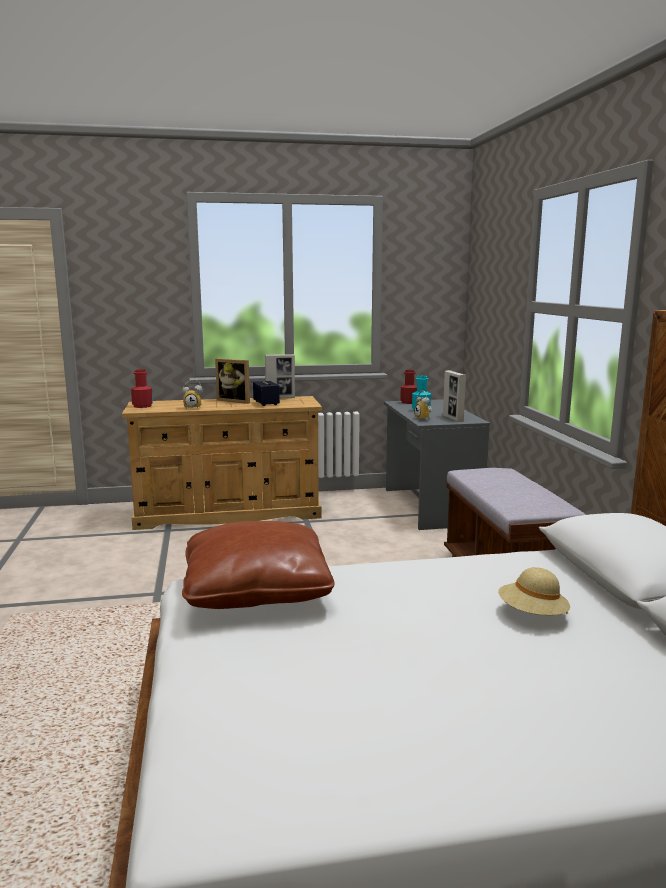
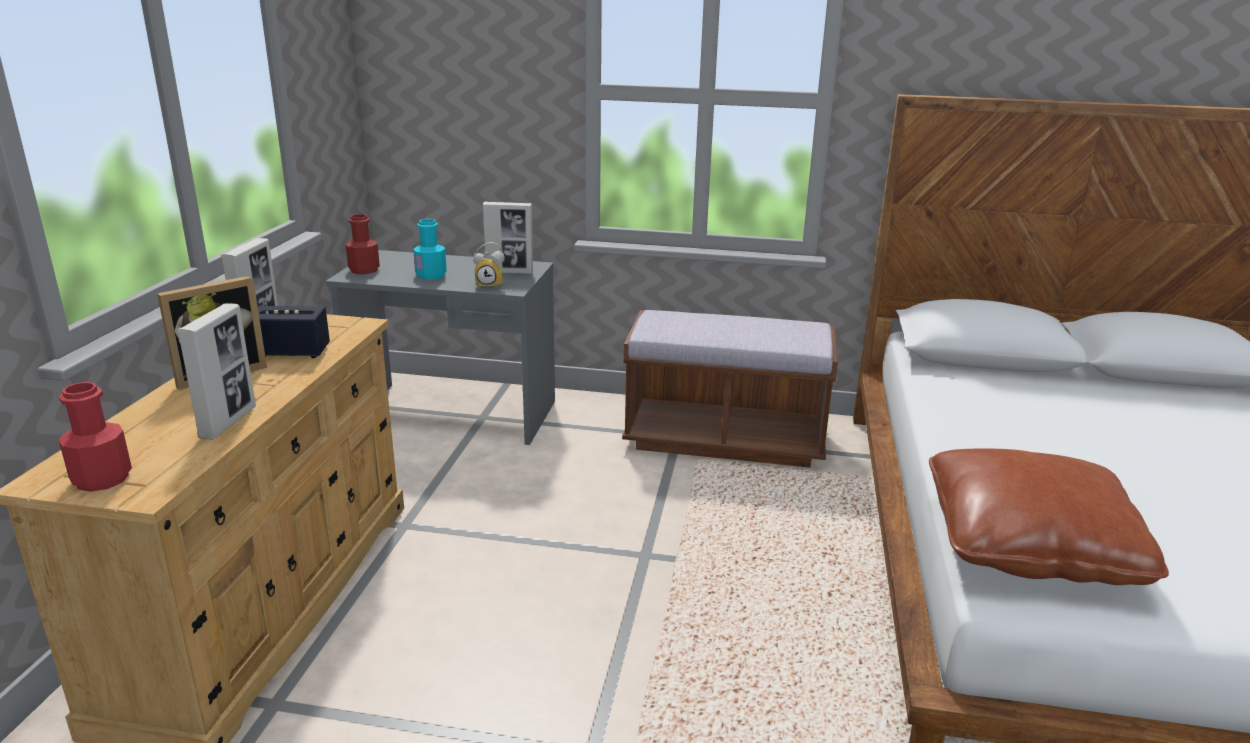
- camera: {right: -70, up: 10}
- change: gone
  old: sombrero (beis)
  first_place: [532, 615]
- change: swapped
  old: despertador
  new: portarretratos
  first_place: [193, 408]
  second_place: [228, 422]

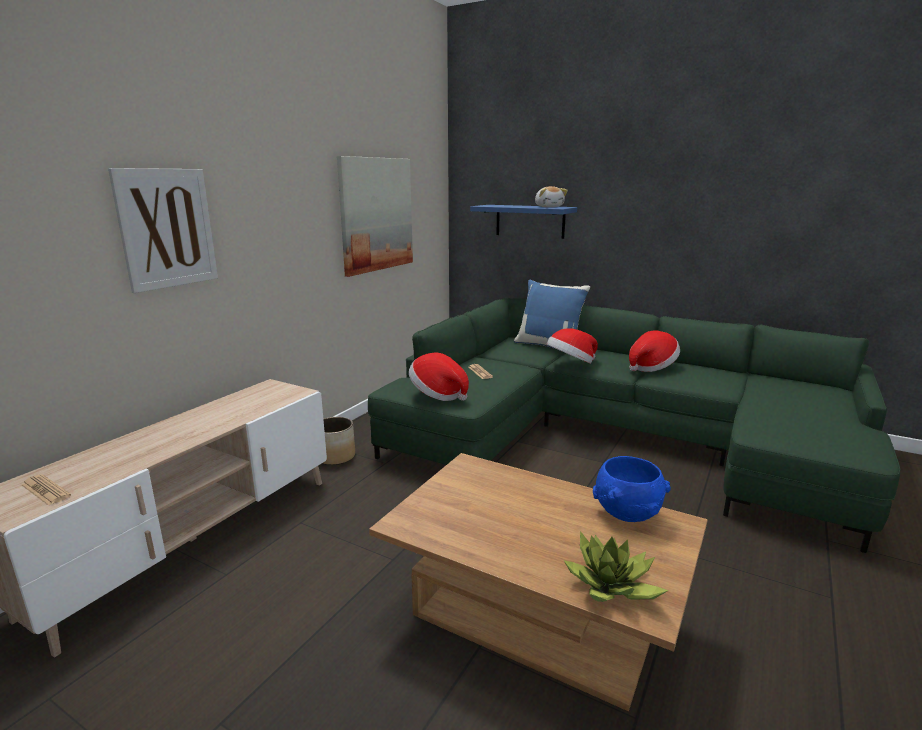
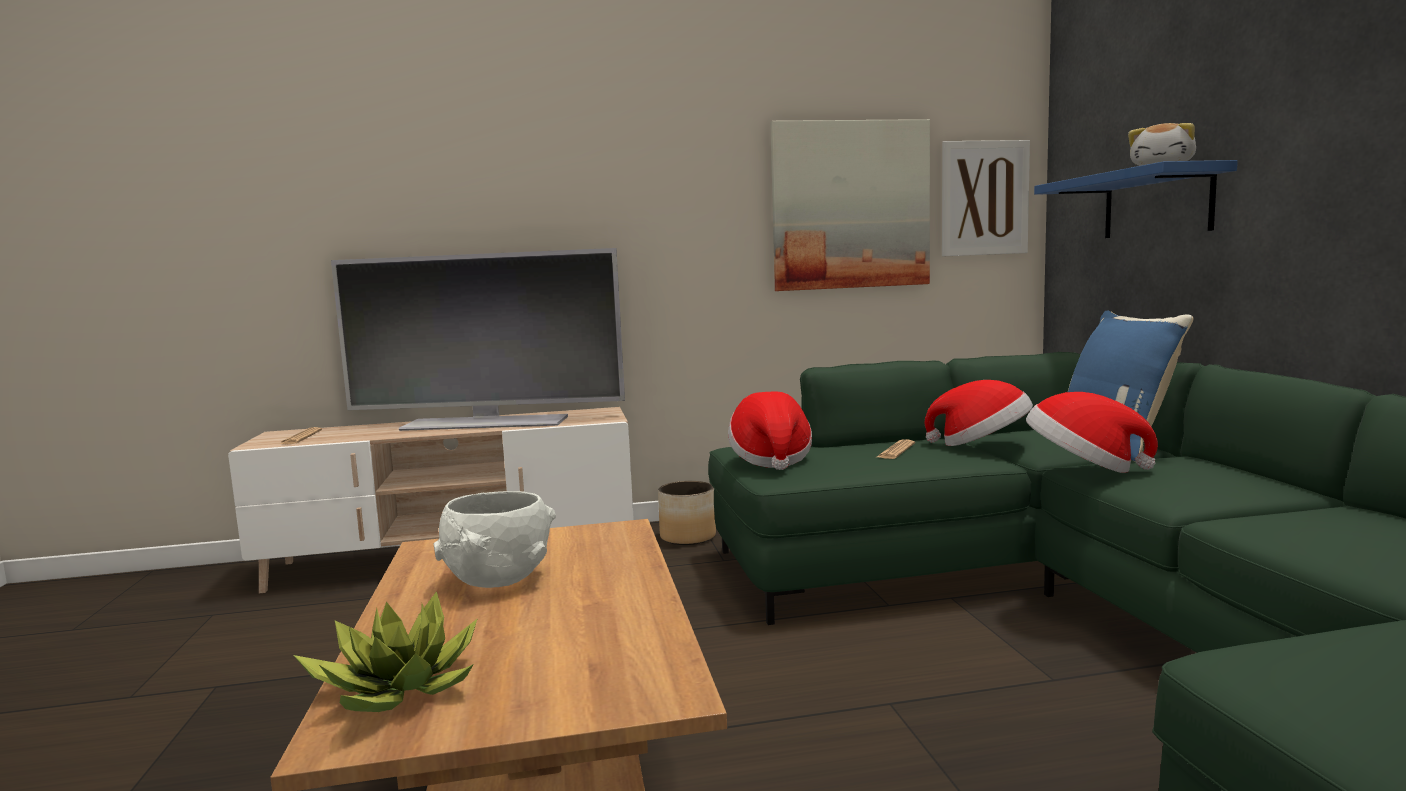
- camera: {right: 50, up: -10}
- change: gone
  old: cuenco (azul)
  first_place: [627, 514]
- change: new
  new: televisor
  second_place: [486, 422]
- change: new
  new: cuenco (blanco)
  second_place: [498, 581]
- change: shifted
  old: cuadro
  first_place: [167, 228]
  second_place: [984, 198]
- change: shifted
  old: sombrero
  first_place: [651, 367]
  second_place: [981, 445]

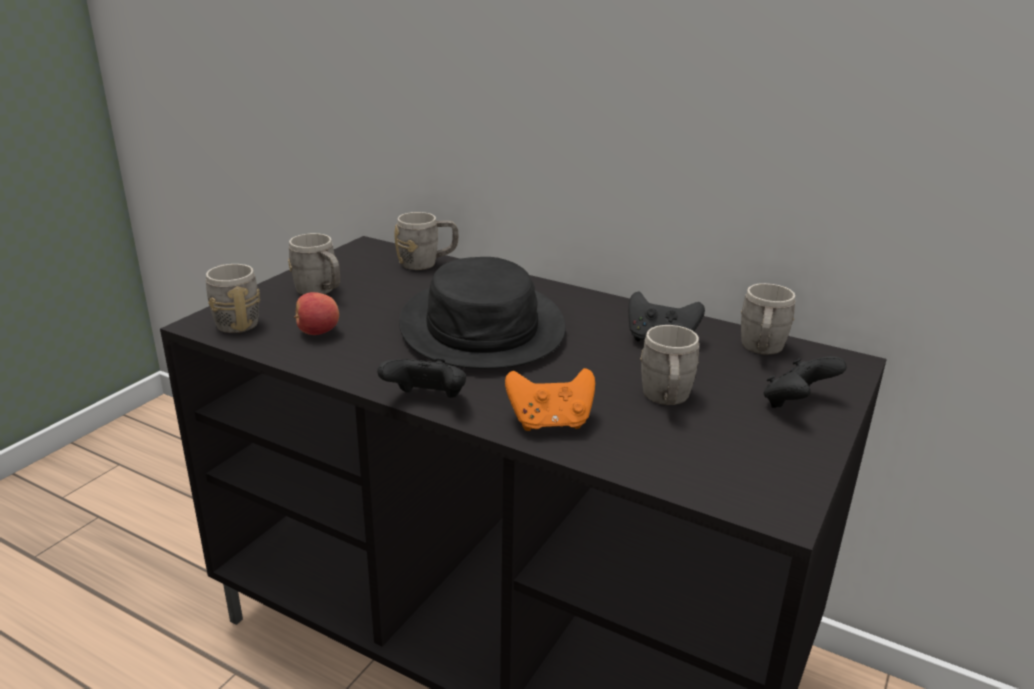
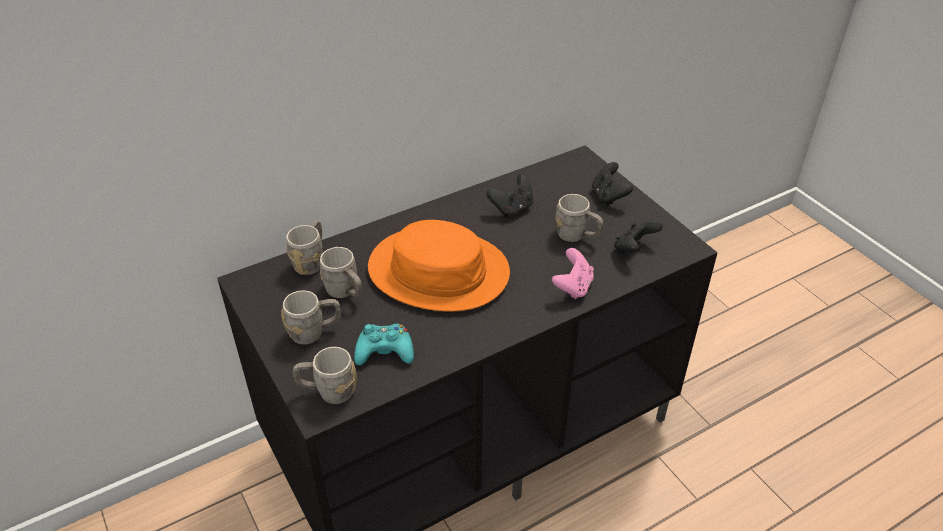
- camera: {right: -60, up: 15}
- change: shifted
  old: mando de consola (negro)
  first_place: [426, 400]
  second_place: [633, 249]
- change: shifted
  old: taza grande (gris)
  first_place: [761, 350]
  second_place: [345, 292]
- change: swapped
  old: manzana
  new: mando de consola (turquesa)
  first_place: [317, 332]
  second_place: [385, 351]
- change: repainted
  old: sombrero (negro)
  new: sombrero (naranja)
  first_place: [482, 327]
  second_place: [439, 270]
- change: repainted
  old: mando de consola (naranja)
  new: mando de consola (rosa)
  first_place: [550, 423]
  second_place: [573, 287]

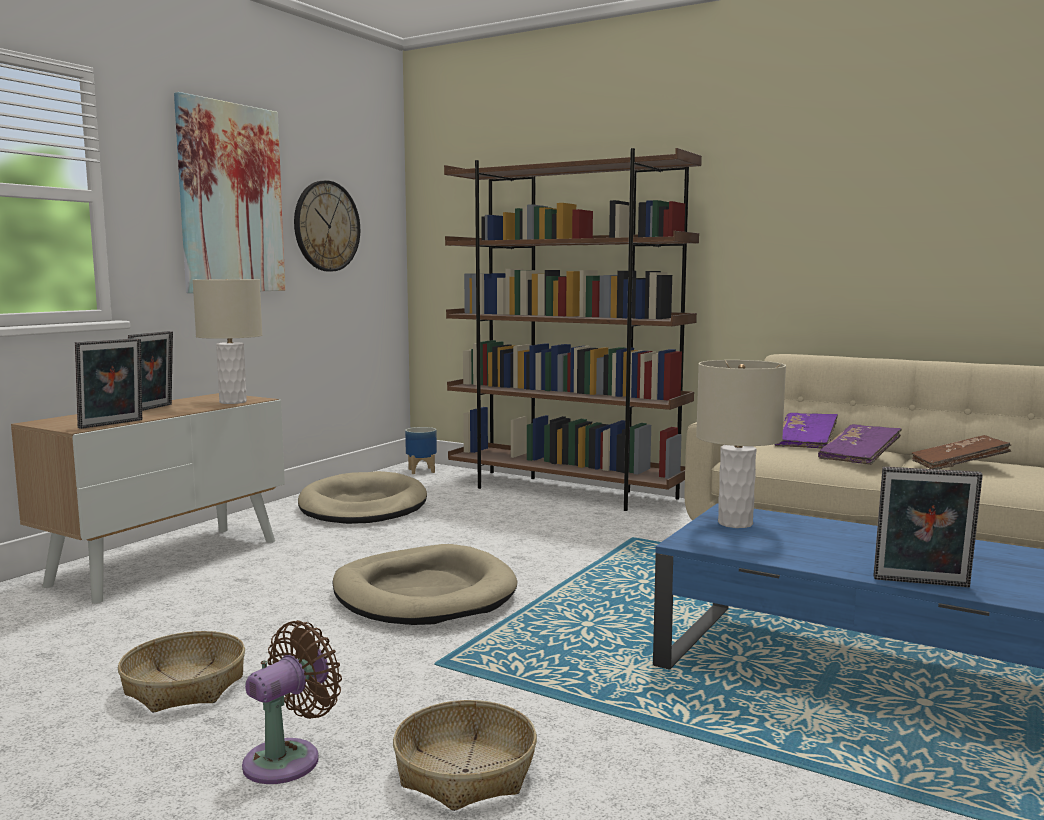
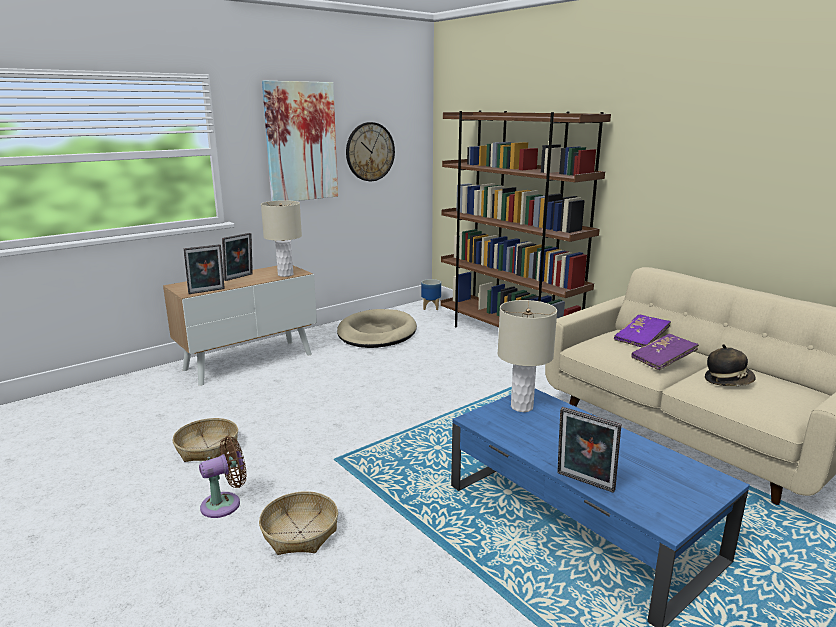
- camera: {right: 20, up: 10}
- change: gone
  old: cama para perro (beis)
  first_place: [424, 593]
- change: swapped
  old: libro (marrón)
  new: sombrero
  first_place: [958, 467]
  second_place: [728, 381]

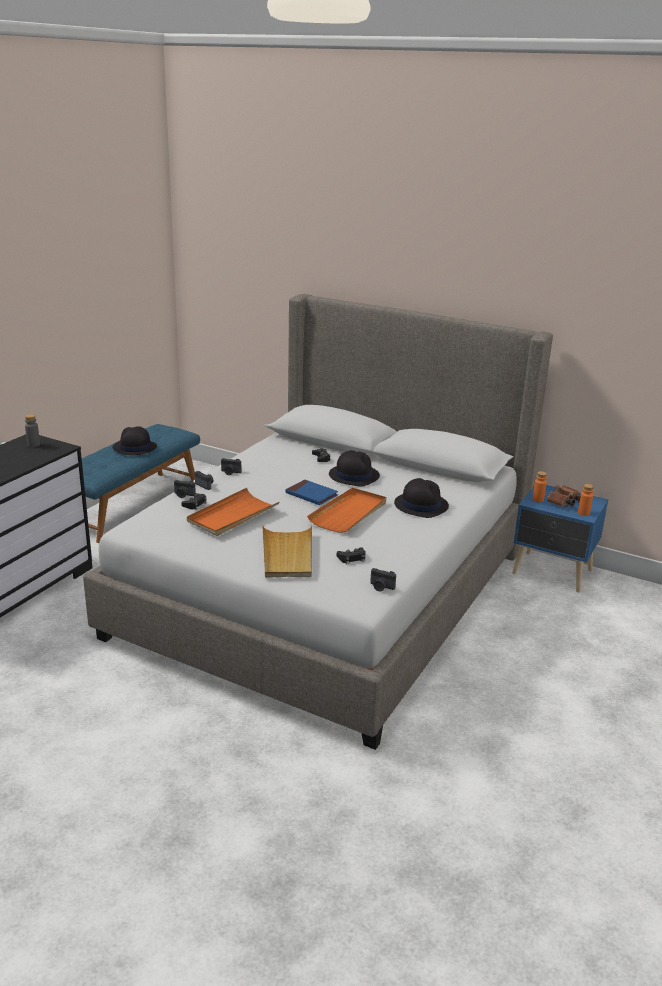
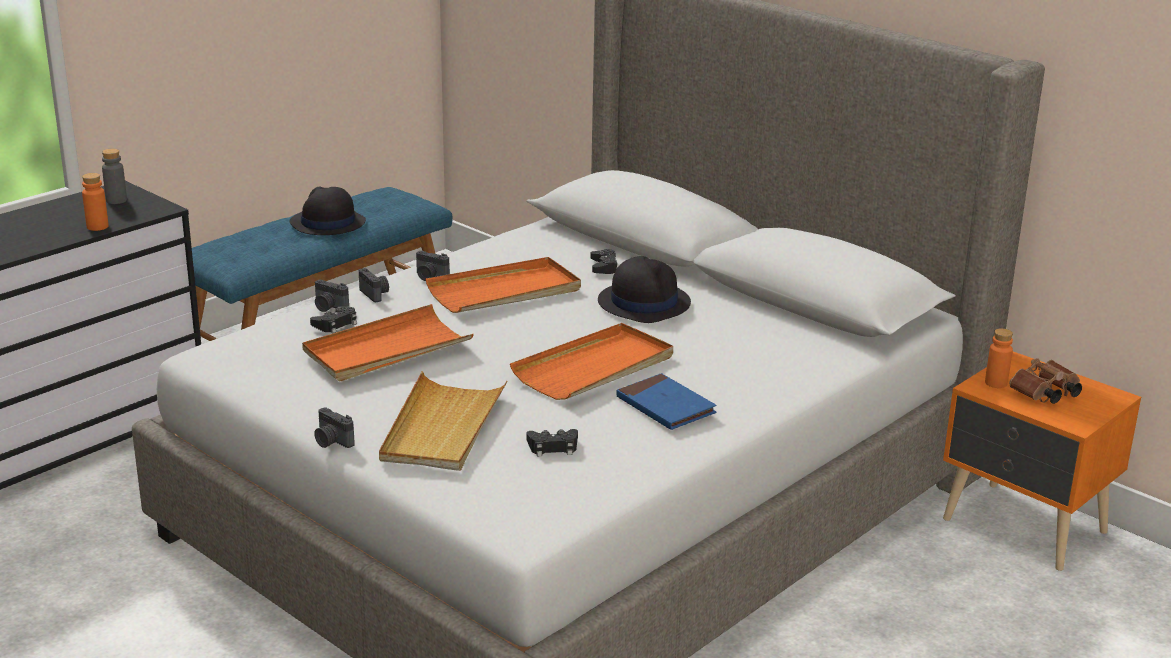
- camera: {right: 15, up: 0}
- change: gone
  old: sombrero (negro)
  first_place: [421, 505]
- change: new
  new: bandeja (naranja)
  second_place: [505, 291]
- change: shifted
  old: libro (azul)
  first_place: [311, 495]
  second_place: [665, 406]
- change: shifted
  old: cámara
  first_place: [381, 587]
  second_place: [332, 442]
- change: shifted
  old: botella (naranja)
  first_place: [583, 513]
  second_place: [97, 227]
- change: repainted
  old: mesita de noche (azul)
  new: mesita de noche (naranja)
  first_place: [553, 573]
  second_place: [1025, 528]

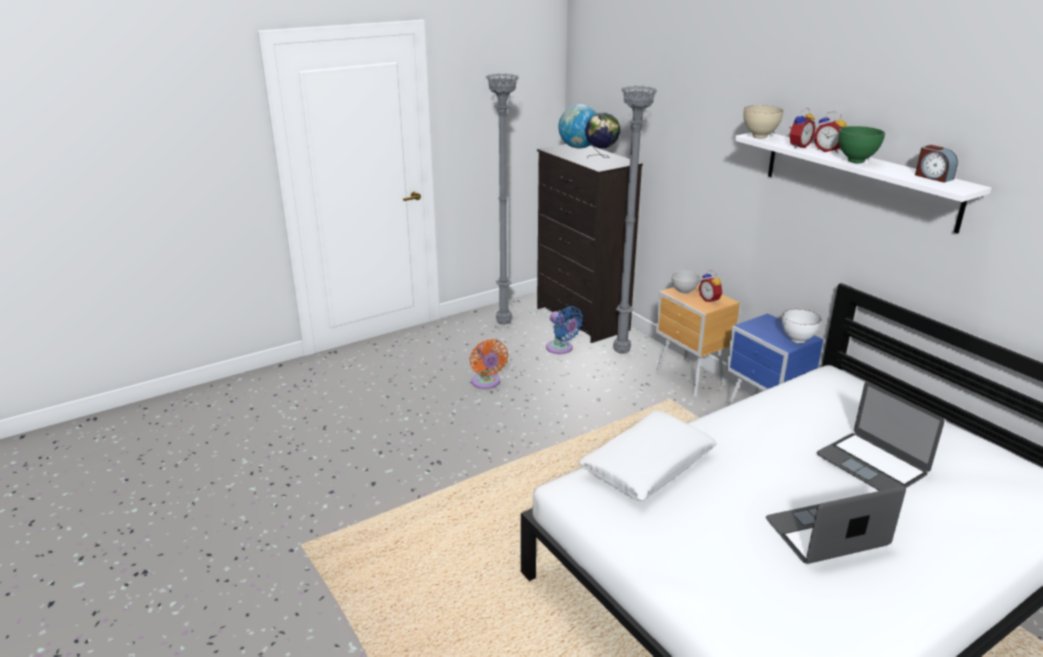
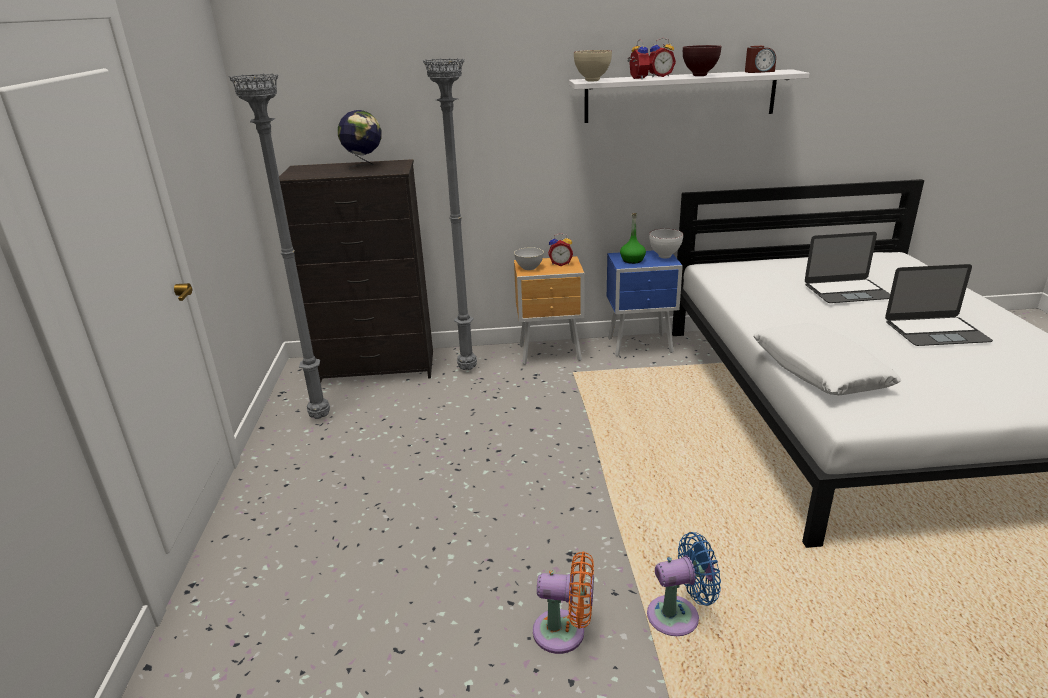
- camera: {right: -60, up: 0}
- change: gone
  old: globo terráqueo
  first_place: [578, 147]
- change: new
  new: botella (verde)
  second_place: [632, 260]
- change: shifted
  old: ventilador (naranja)
  first_place: [486, 383]
  second_place: [565, 632]
- change: shifted
  old: ventilador (azul)
  first_place: [561, 349]
  second_place: [678, 615]
- change: repainted
  old: cuenco (verde)
  new: cuenco (marrón)
  first_place: [855, 162]
  second_place: [700, 76]
- change: rotated
  old: portátil
  first_place: [826, 533]
  second_place: [936, 331]
  degrees: -105

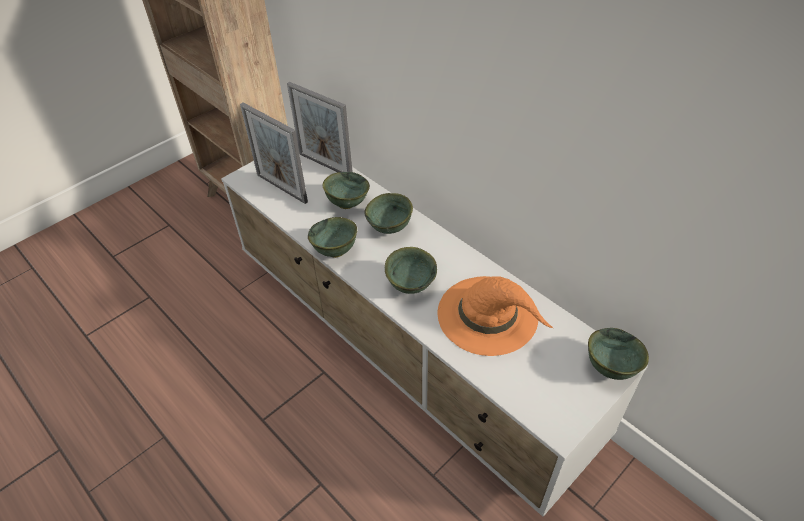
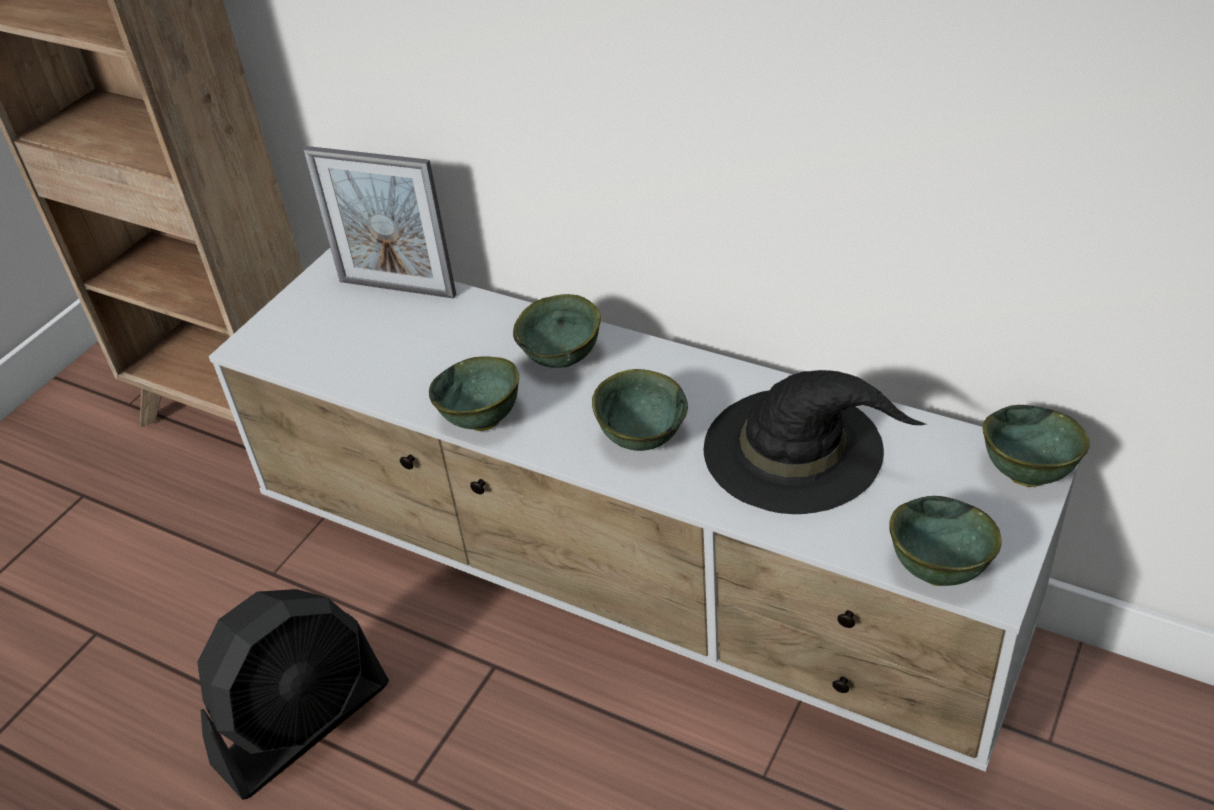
- camera: {right: -15, up: -5}
- change: gone
  old: portarretratos
  first_place: [281, 188]
- change: new
  new: ventilador (negro)
  second_place: [303, 724]
- change: shifted
  old: cuenco (verde)
  first_place: [346, 203]
  second_place: [936, 570]
- change: repainted
  old: sombrero (naranja)
  new: sombrero (negro)
  first_place: [489, 315]
  second_place: [796, 449]

